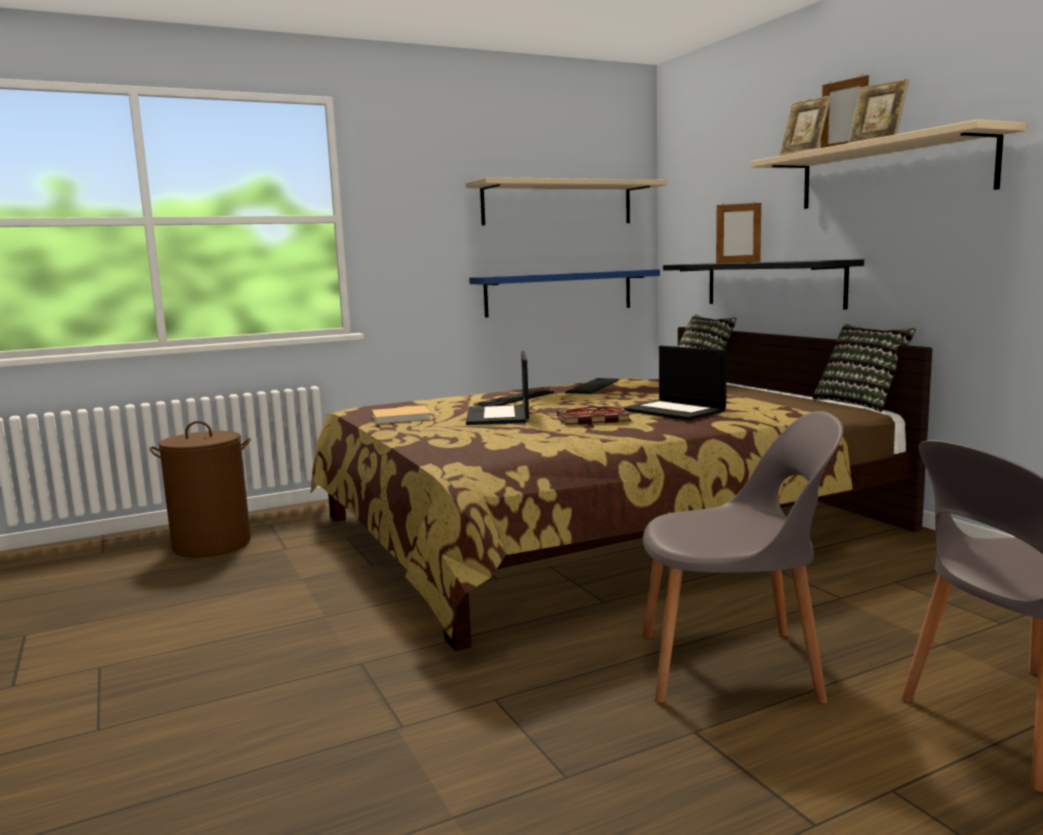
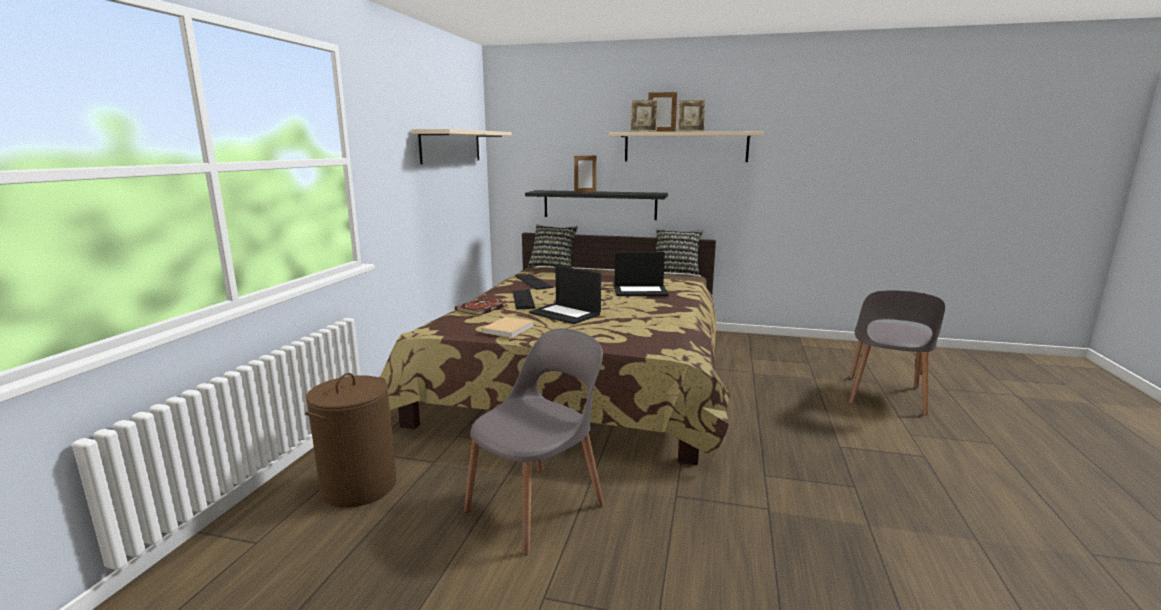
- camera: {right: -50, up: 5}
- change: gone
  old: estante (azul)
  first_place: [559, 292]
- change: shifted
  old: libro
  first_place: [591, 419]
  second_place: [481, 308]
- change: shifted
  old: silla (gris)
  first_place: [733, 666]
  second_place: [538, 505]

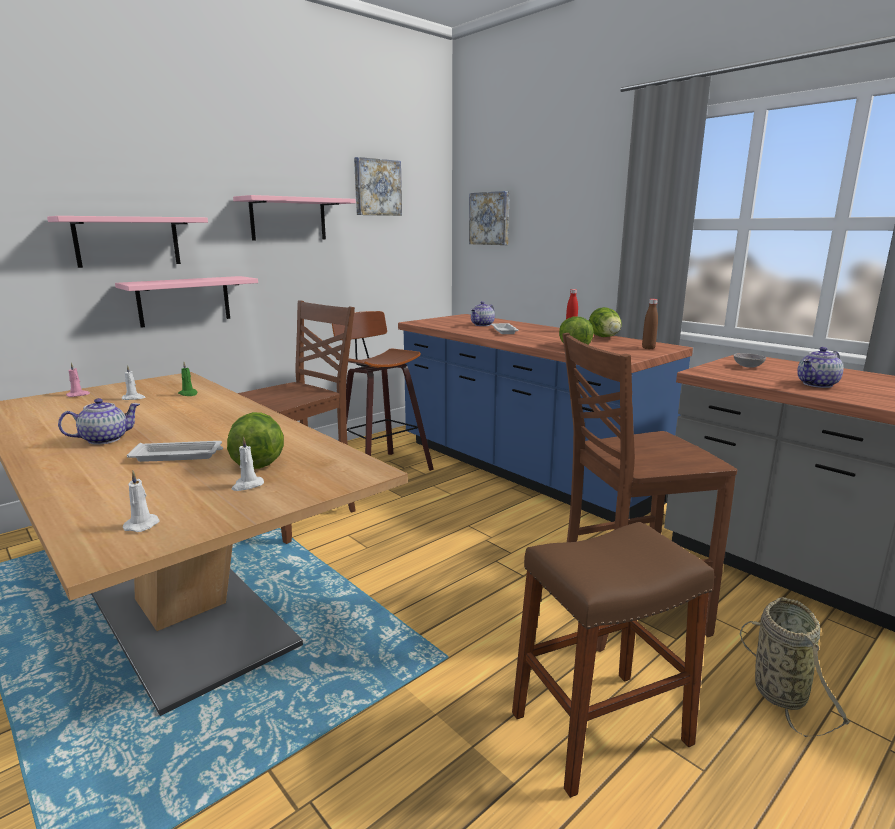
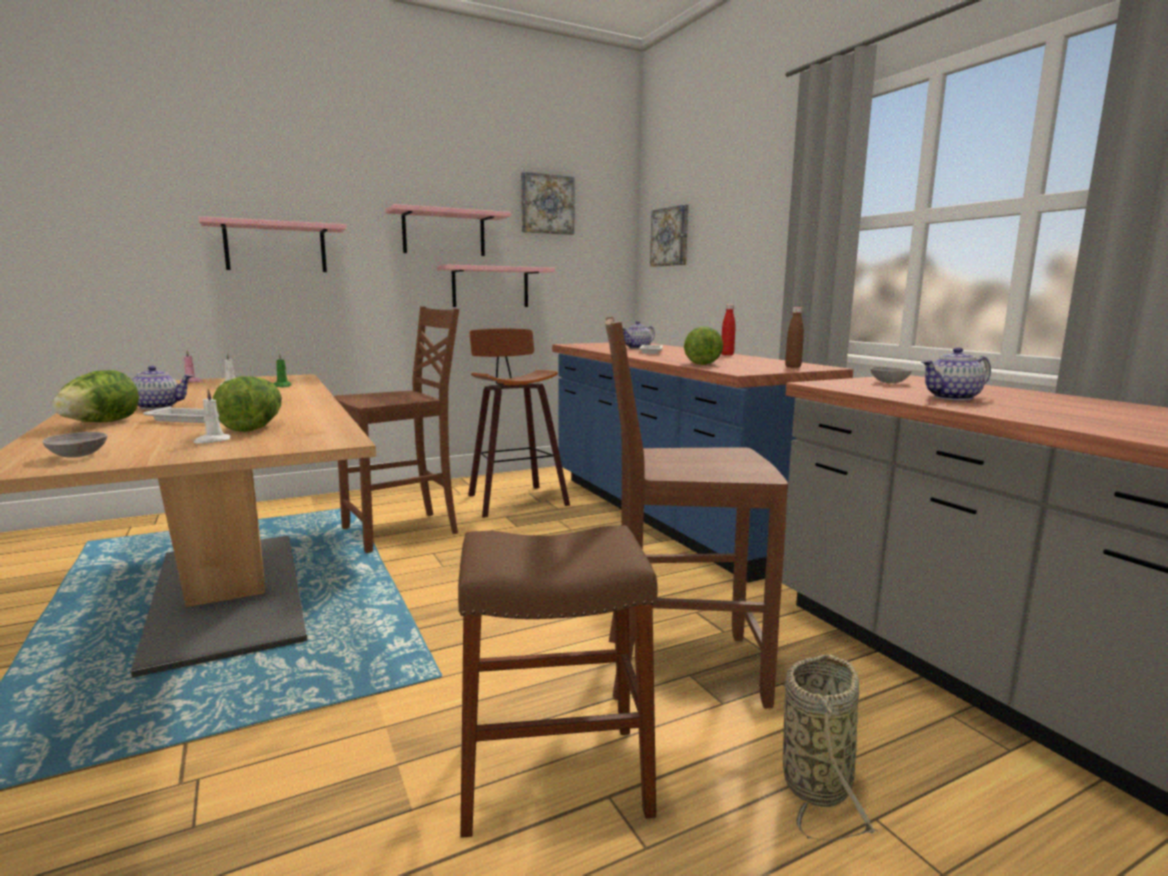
- camera: {right: 15, up: -5}
- change: shifted
  old: estante (rosa)
  first_place: [184, 301]
  second_place: [490, 287]
- change: shifted
  old: lechuga
  first_place: [605, 337]
  second_place: [100, 423]
- change: swapped
  old: vela (blanco)
  new: cuenco (gris)
  first_place: [143, 525]
  second_place: [78, 456]

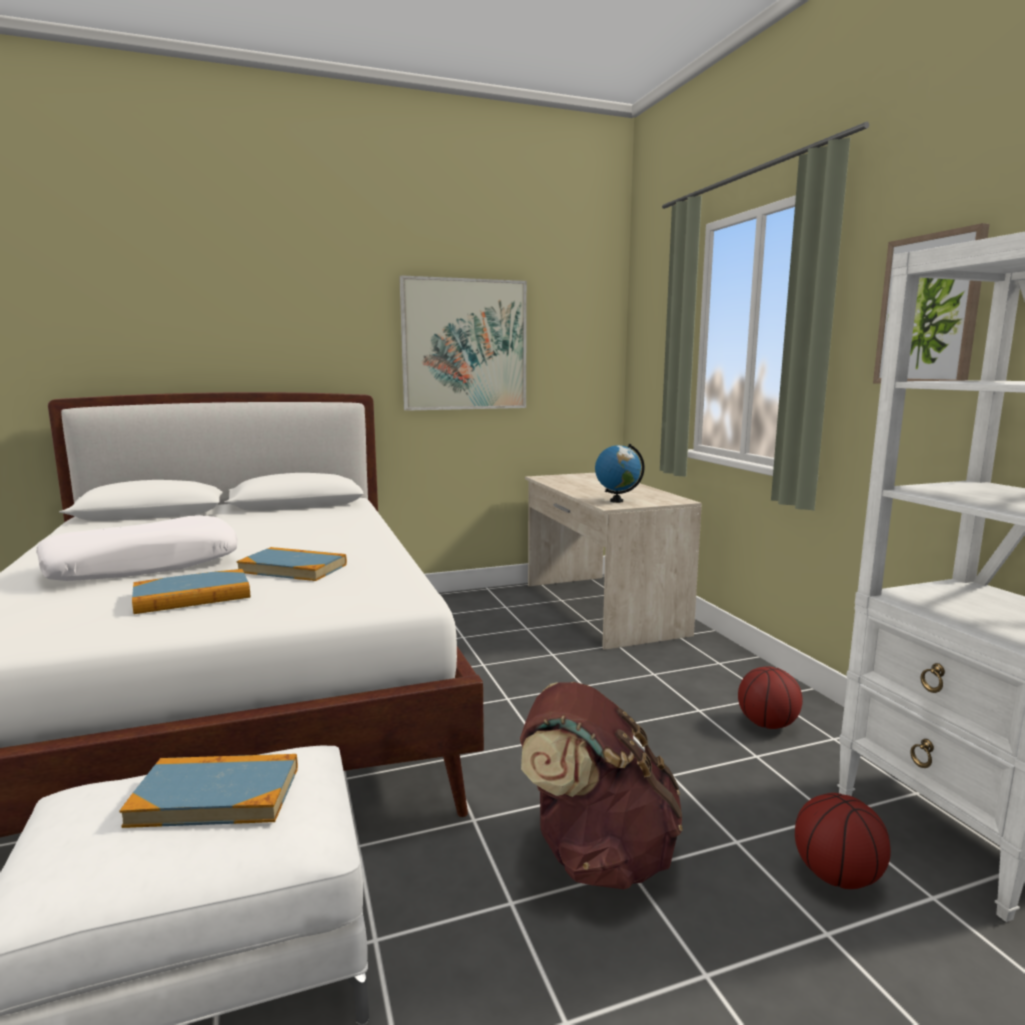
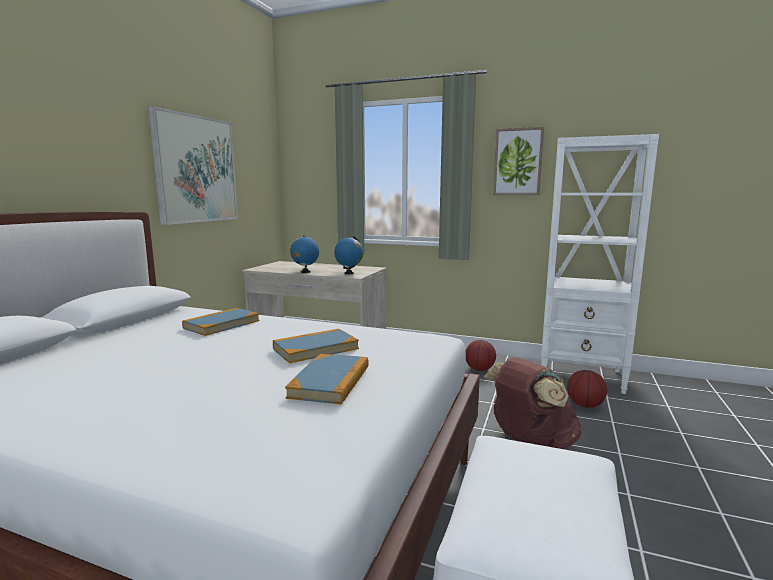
- camera: {right: -50, up: 0}
- change: gone
  old: cojín (blanco)
  first_place: [144, 565]
- change: new
  new: globo terráqueo
  second_place: [305, 272]
- change: shifted
  old: libro
  first_place: [216, 796]
  second_place: [222, 324]

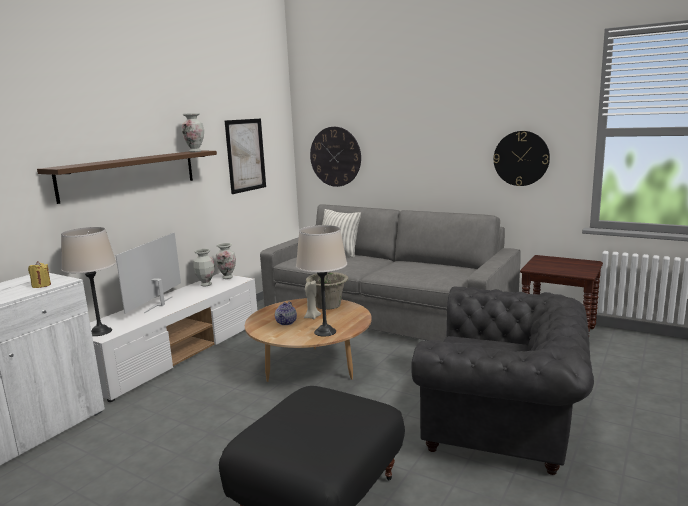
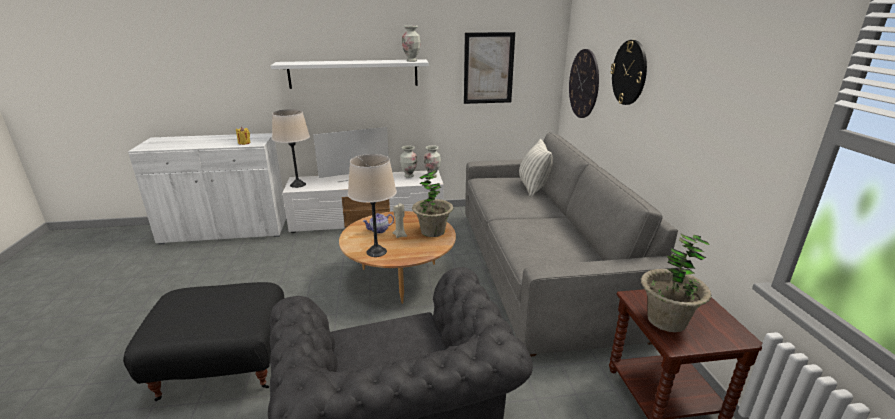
- camera: {right: 50, up: 10}
- change: new
  new: planta en maceta
  second_place: [666, 320]
- change: shifted
  old: reloj de pared
  first_place: [521, 158]
  second_place: [629, 72]
- change: repainted
  old: estante (marrón)
  new: estante (blanco)
  first_place: [130, 174]
  second_place: [353, 73]

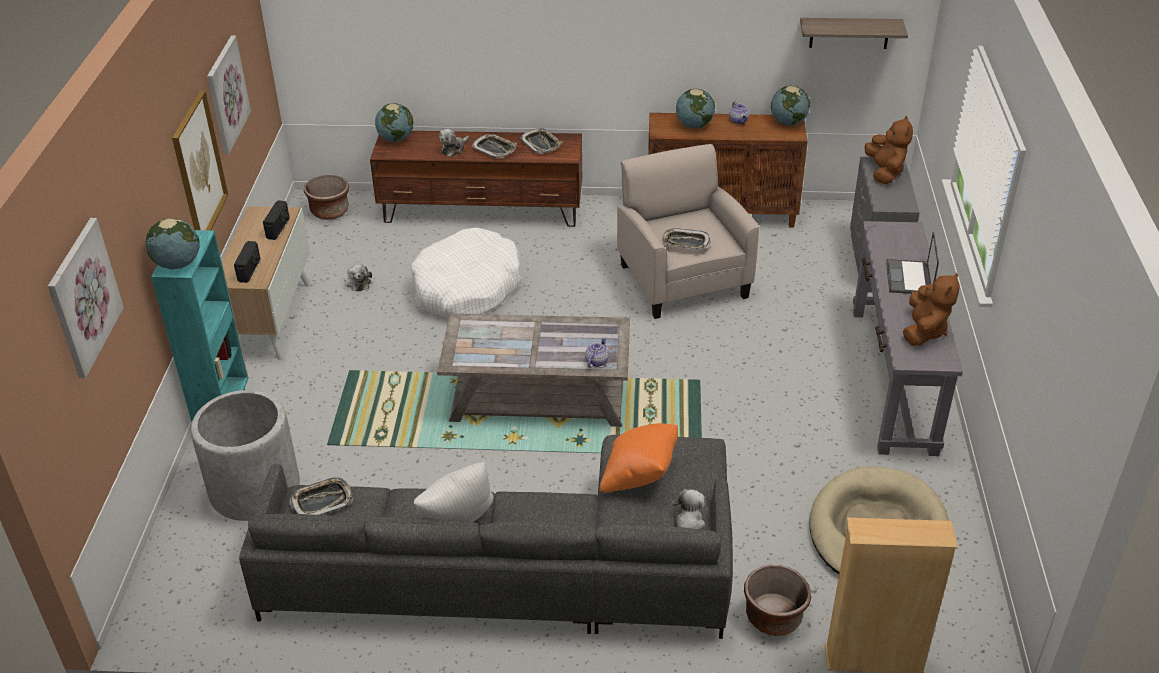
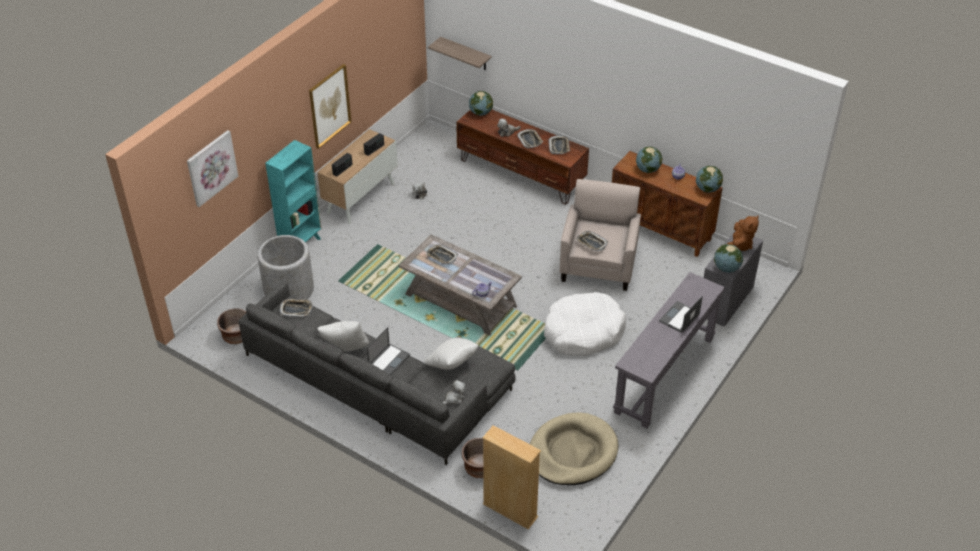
- camera: {right: 30, up: 5}
- change: gone
  old: cuadro
  first_place: [226, 94]
- change: gone
  old: peluche (marrón)
  first_place: [924, 331]
- change: new
  new: portátil
  second_place: [389, 359]
- change: new
  new: bandeja
  second_place: [441, 256]
- change: shifted
  old: globo terráqueo
  first_place: [177, 264]
  second_place: [726, 268]
- change: shifted
  old: maceta (marrón)
  first_place: [330, 212]
  second_place: [236, 335]
- change: shifted
  old: cama para perro (blanco)
  first_place: [466, 288]
  second_place: [583, 332]
- change: shifted
  old: estante
  first_place: [849, 33]
  second_place: [466, 54]
- change: repainted
  old: cojín (naranja)
  new: cojín (blanco)
  first_place: [639, 476]
  second_place: [452, 364]

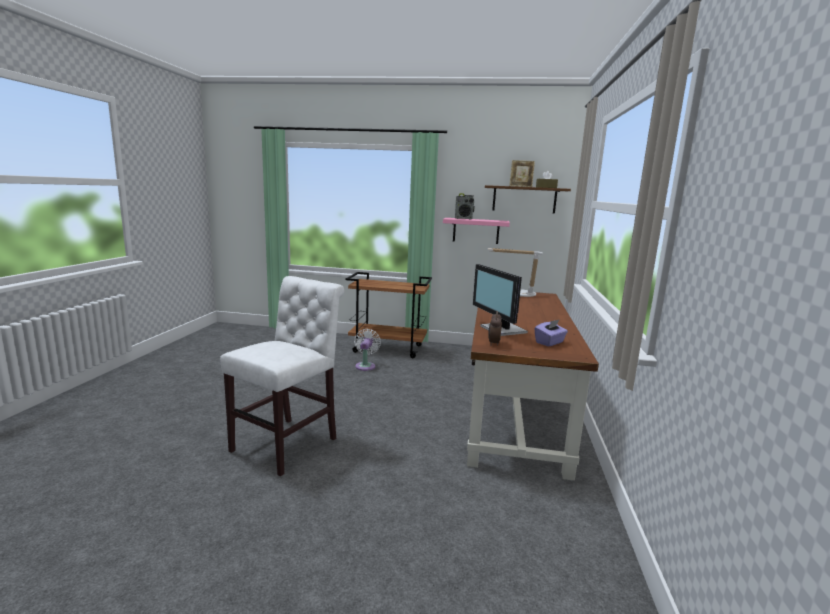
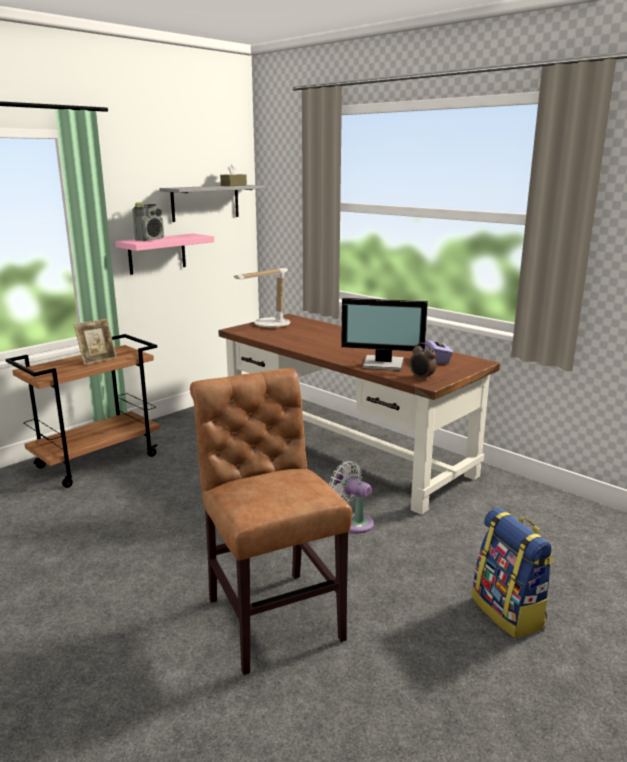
- camera: {right: -55, up: 5}
- change: new
  new: mochila
  second_place: [509, 612]
- change: shifted
  old: ventilador (blanco)
  first_place: [365, 366]
  second_place: [353, 522]
- change: shifted
  old: portarretratos
  first_place: [520, 186]
  second_place: [98, 360]
- change: repainted
  old: silla (blanco)
  new: silla (marrón)
  first_place: [289, 443]
  second_place: [271, 614]
- change: repainted
  old: estante (marrón)
  new: estante (gris)
  first_place: [524, 199]
  second_place: [205, 202]

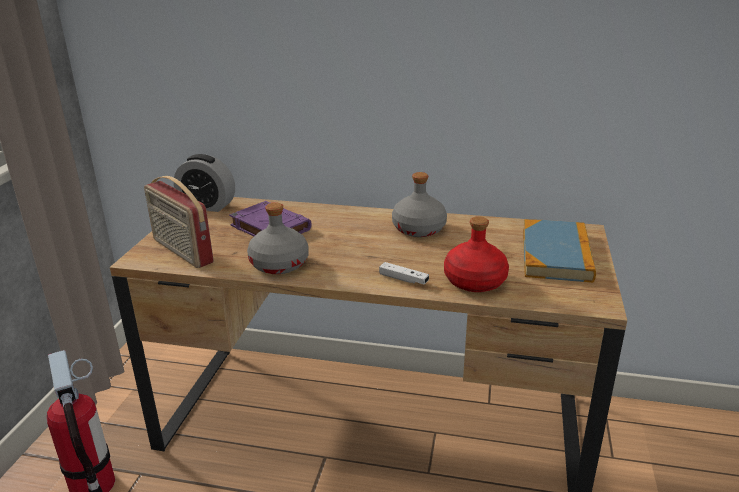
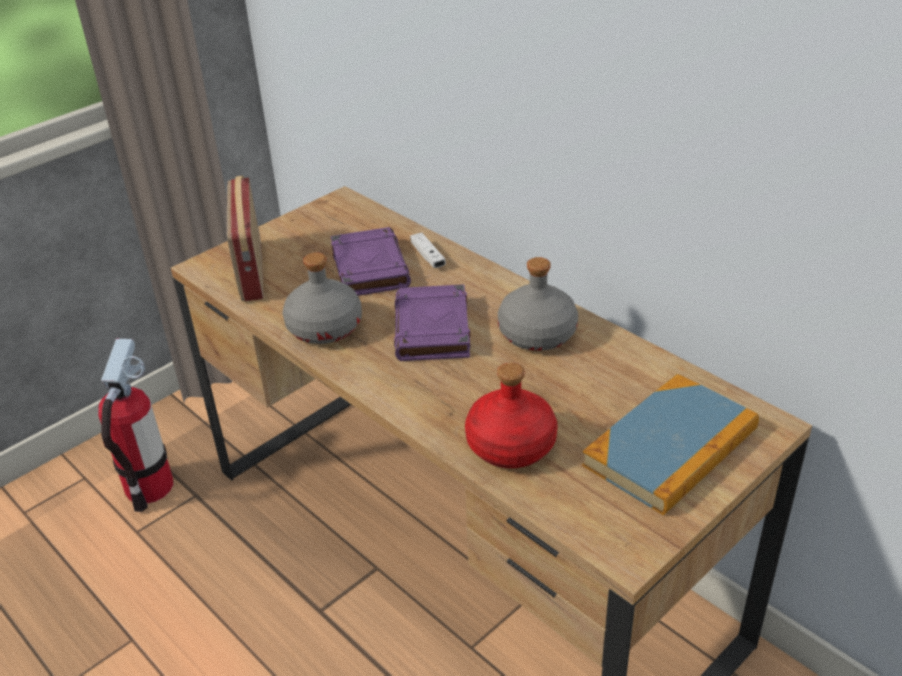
- camera: {right: 35, up: 10}
- change: gone
  old: despertador
  first_place: [207, 206]
- change: new
  new: libro (morado)
  second_place: [433, 330]
- change: shifted
  old: mando de consola (blanco)
  first_place: [403, 279]
  second_place: [428, 256]

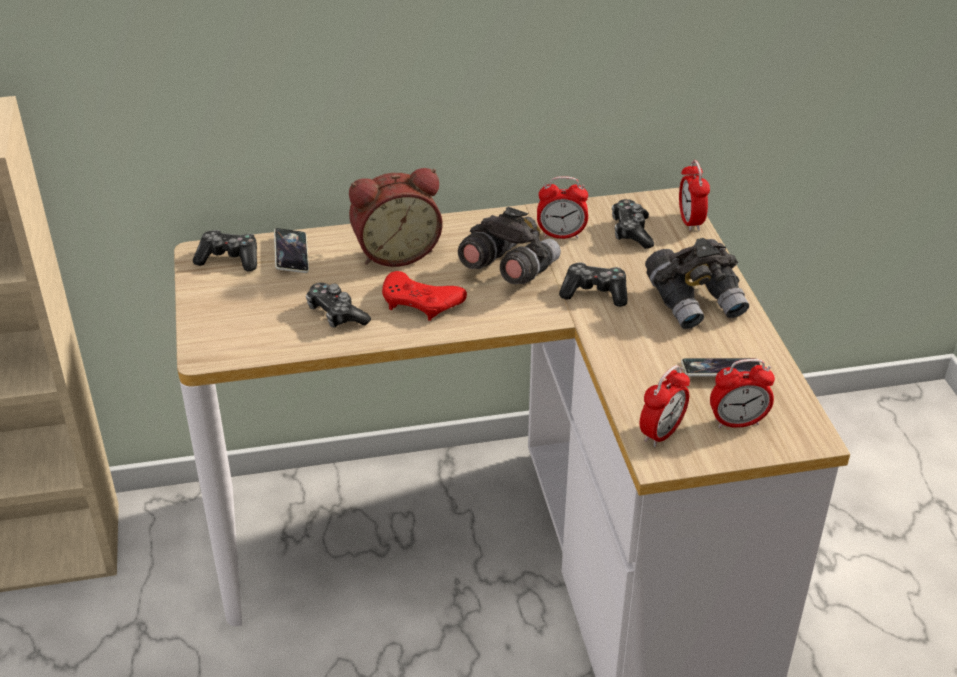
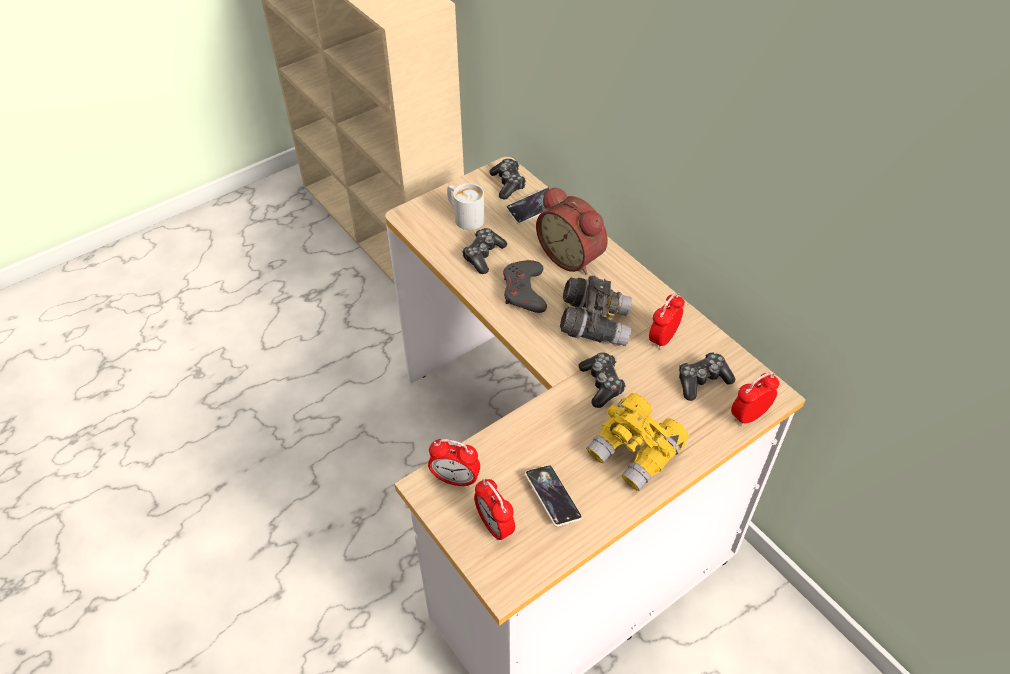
- camera: {right: 65, up: 10}
- change: new
  new: taza grande (blanco)
  second_place: [464, 217]
- change: repainted
  old: mando de consola (rojo)
  new: mando de consola (gris)
  first_place: [421, 302]
  second_place: [524, 291]
- change: repainted
  old: prismáticos (gris)
  new: prismáticos (amarillo)
  first_place: [695, 301]
  second_place: [635, 453]
- change: rotated
  old: despertador
  first_place: [561, 235]
  second_place: [663, 338]
  degrees: 60

